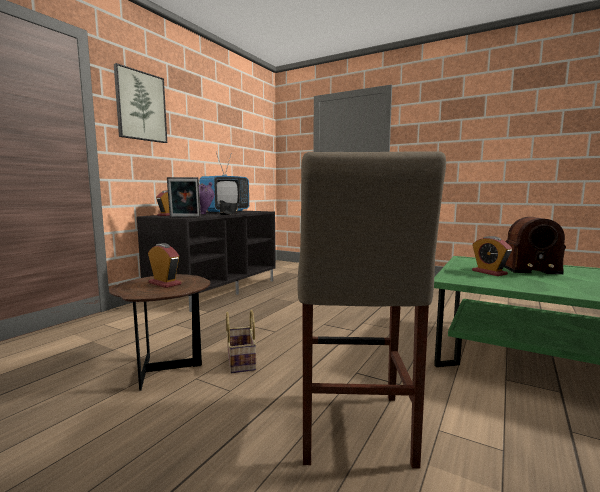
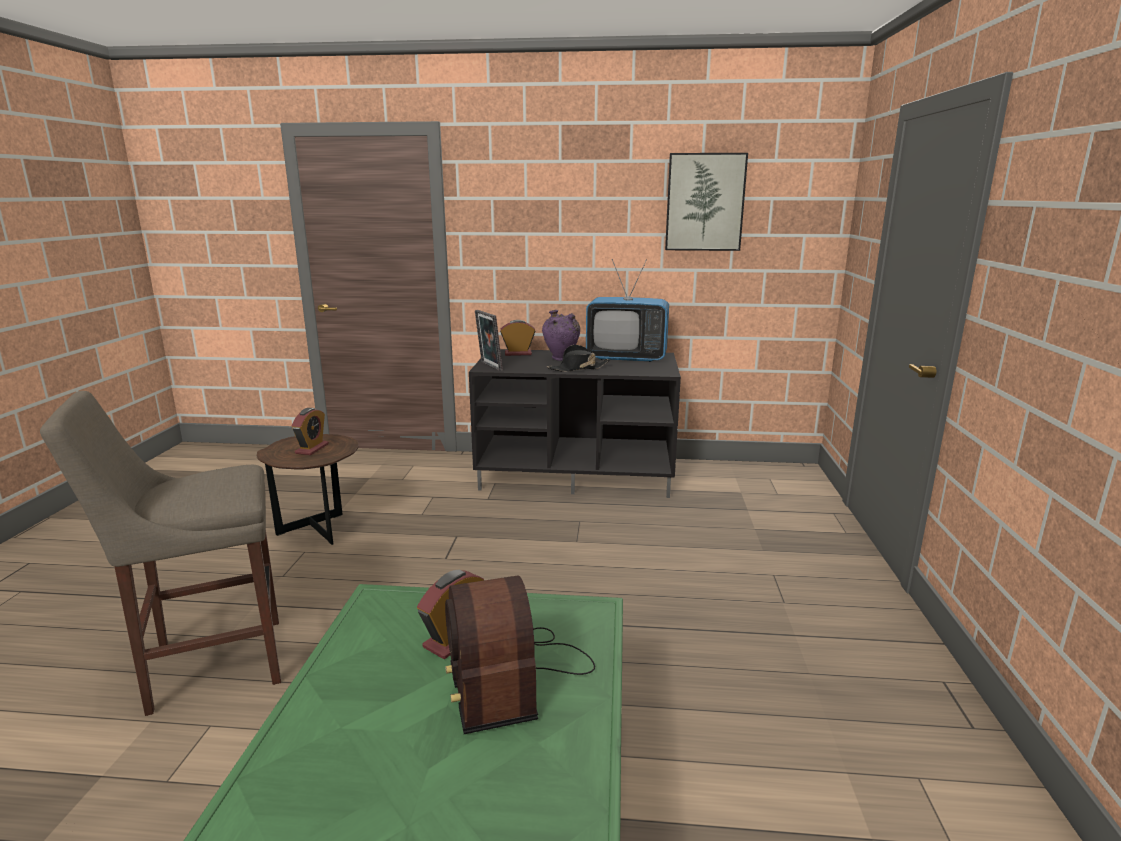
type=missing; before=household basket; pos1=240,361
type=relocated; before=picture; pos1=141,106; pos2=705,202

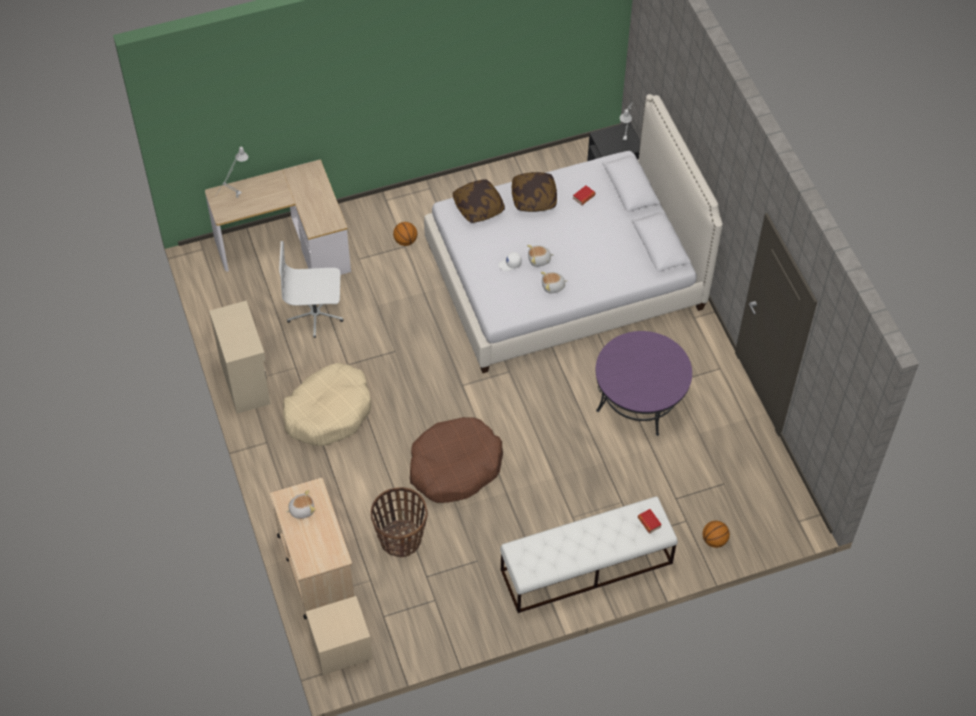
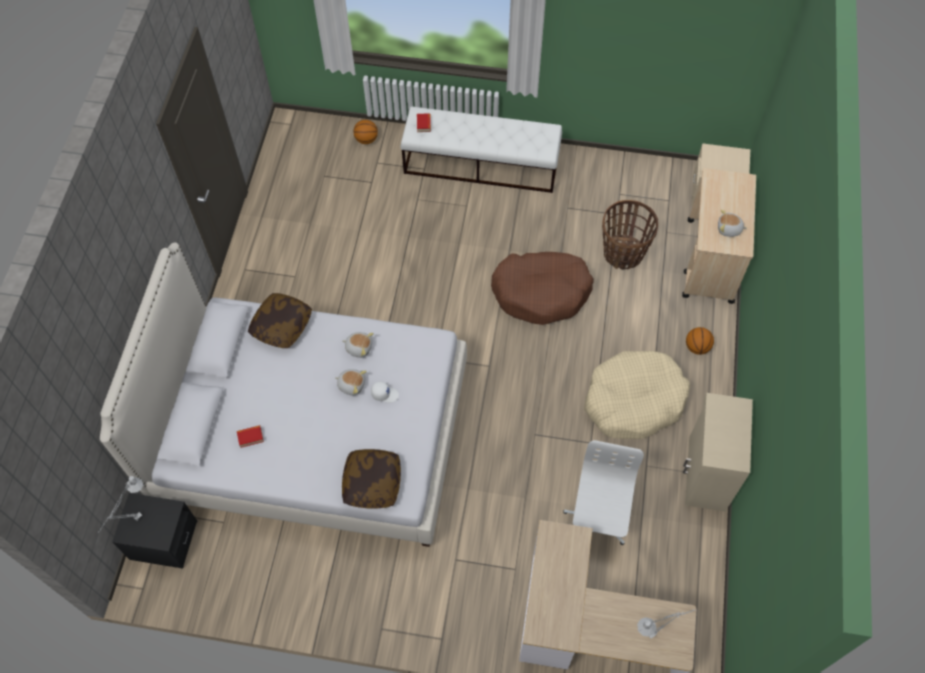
type=missing; before=purple-coloured lounge table; pos1=639,398
type=relocated; before=basketball ball; pos1=405,241; pos2=697,347
type=relocated; before=cushion; pos1=534,198; pos2=281,325
type=spun; before=white-coloured desk chair; pos1=315,314; pos2=597,519; turn=-105

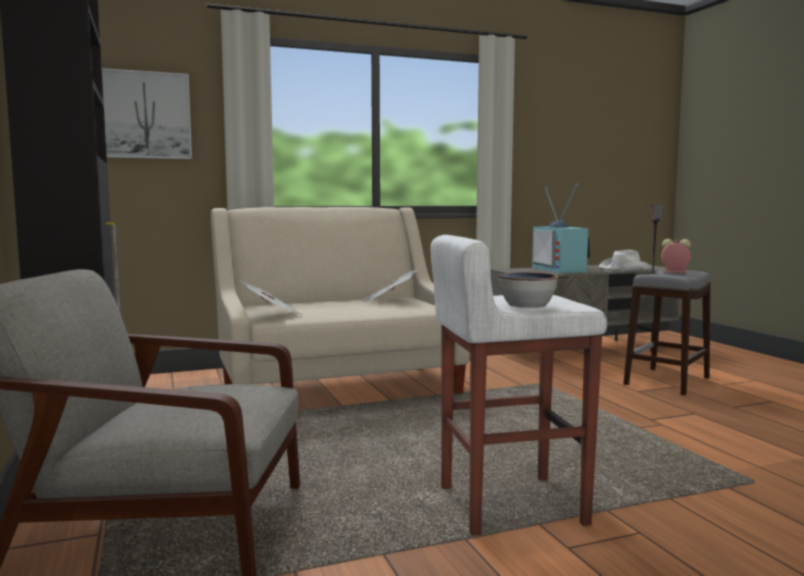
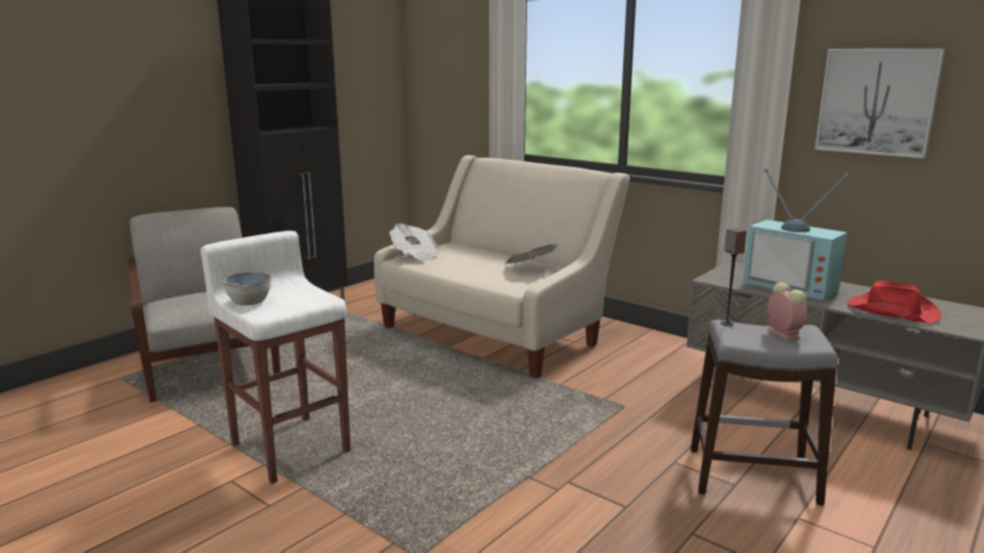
type=relocated; before=picture; pos1=145,115; pos2=876,101
type=colour; before=white-coloured wearable hat; after=reddish wearable hat; pos1=625,268; pos2=891,311
type=spun; before=television; pos1=561,269; pos2=793,286; turn=-90

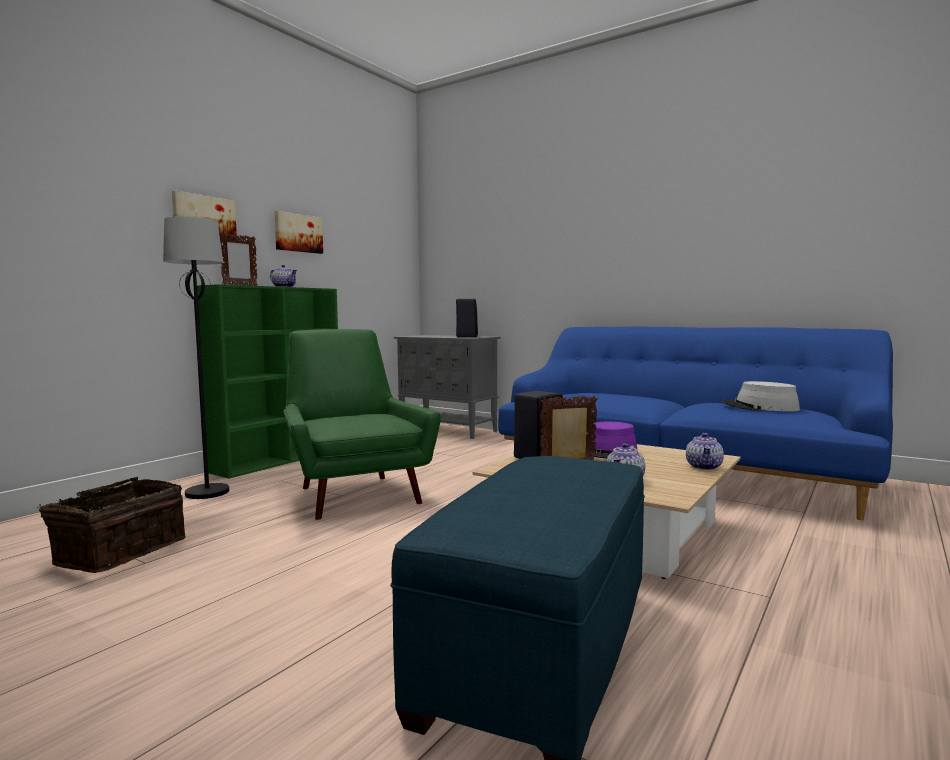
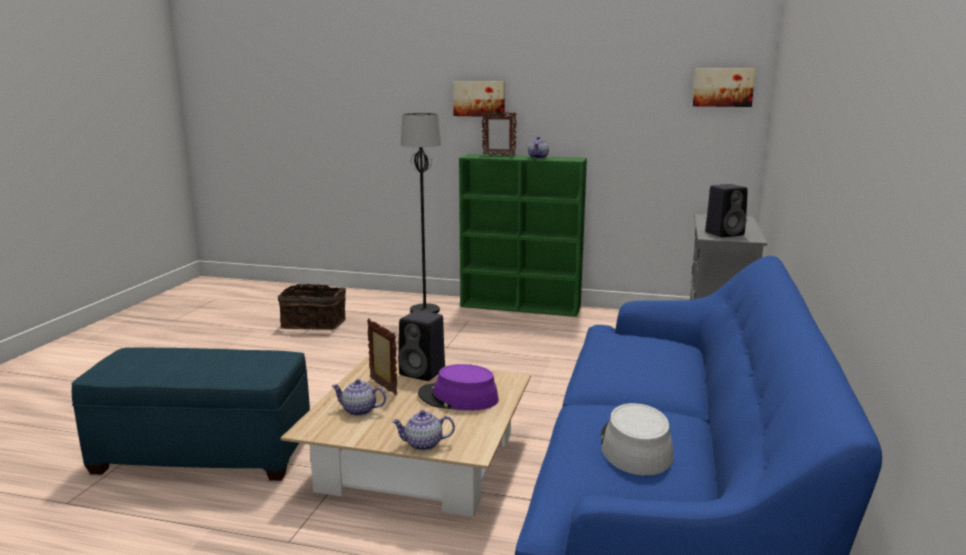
type=missing; before=green-coloured armchair; pos1=353,492
type=relocated; before=picture; pos1=298,233; pos2=723,87

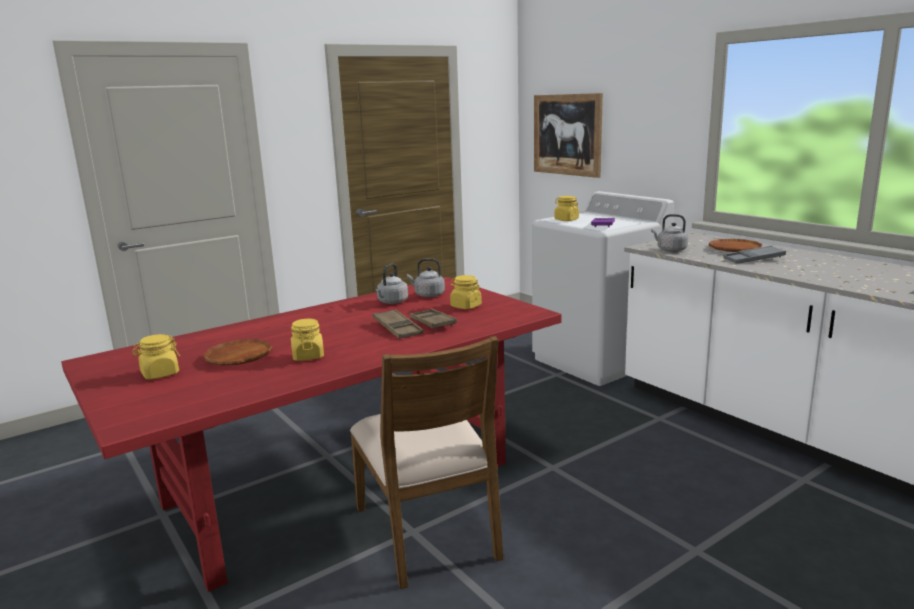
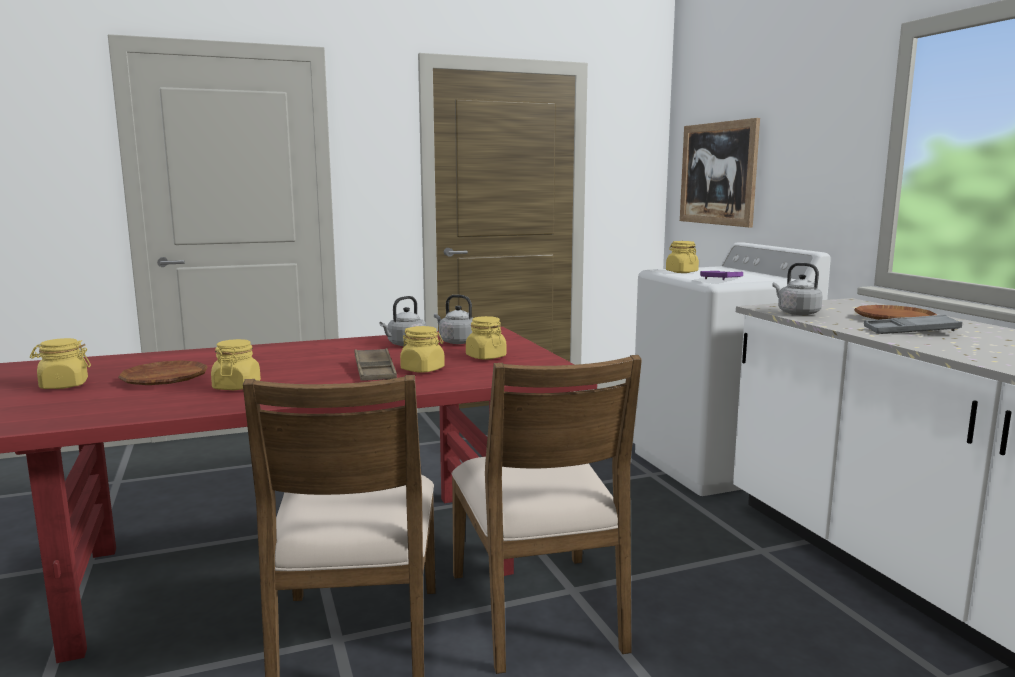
type=appeared; after=brown-coloured upright chair; pos2=539,610
type=exchanged; before=brown-coloured tray; after=yellowish storage jar; pos1=432,323; pos2=423,369

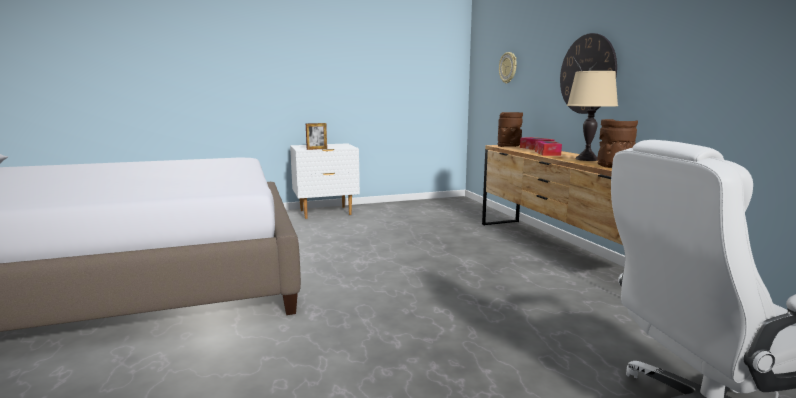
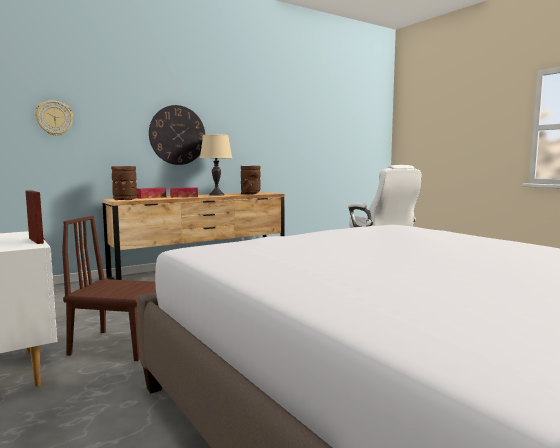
type=appeared; after=brown-coloured upright chair; pos2=119,345

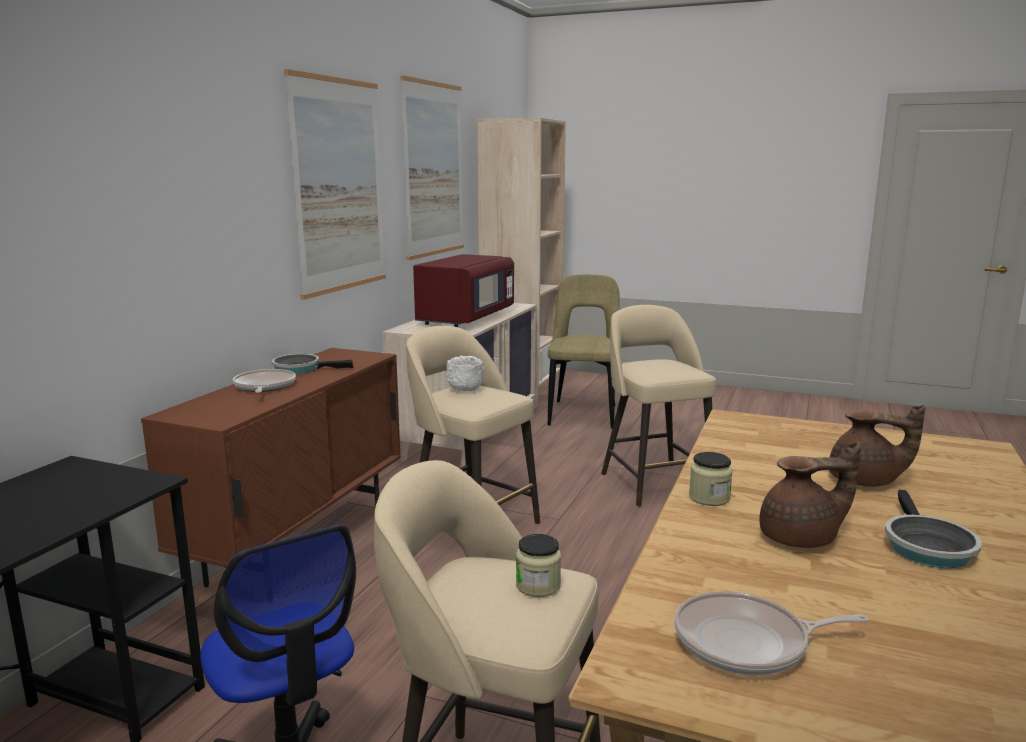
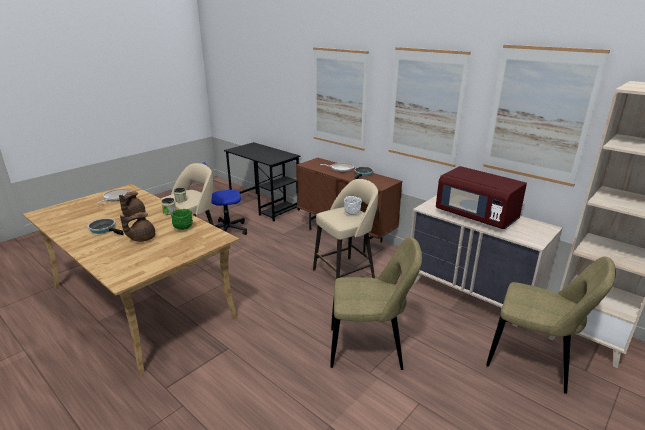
type=appeared; after=green-coloured bowl; pos2=183,228
type=appeared; after=picture; pos2=339,98
type=exchanged; before=beige-coloured stool; after=beige-coloured upright chair; pos1=654,483; pos2=369,349

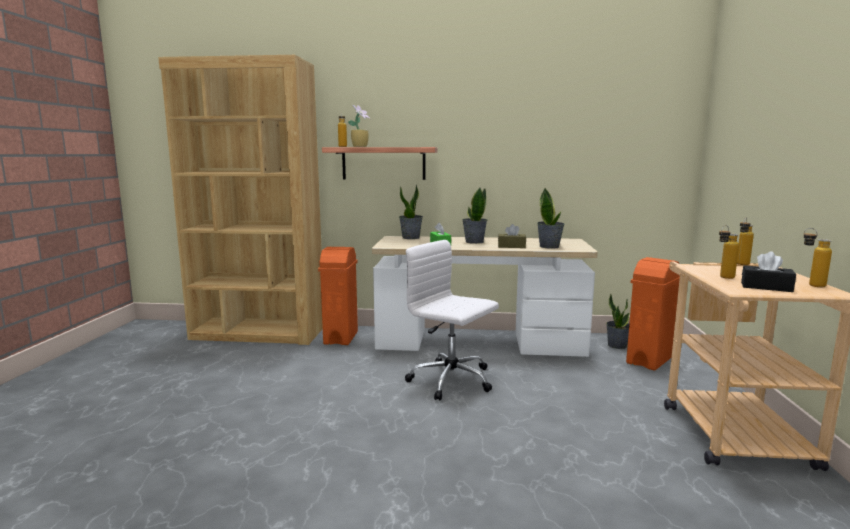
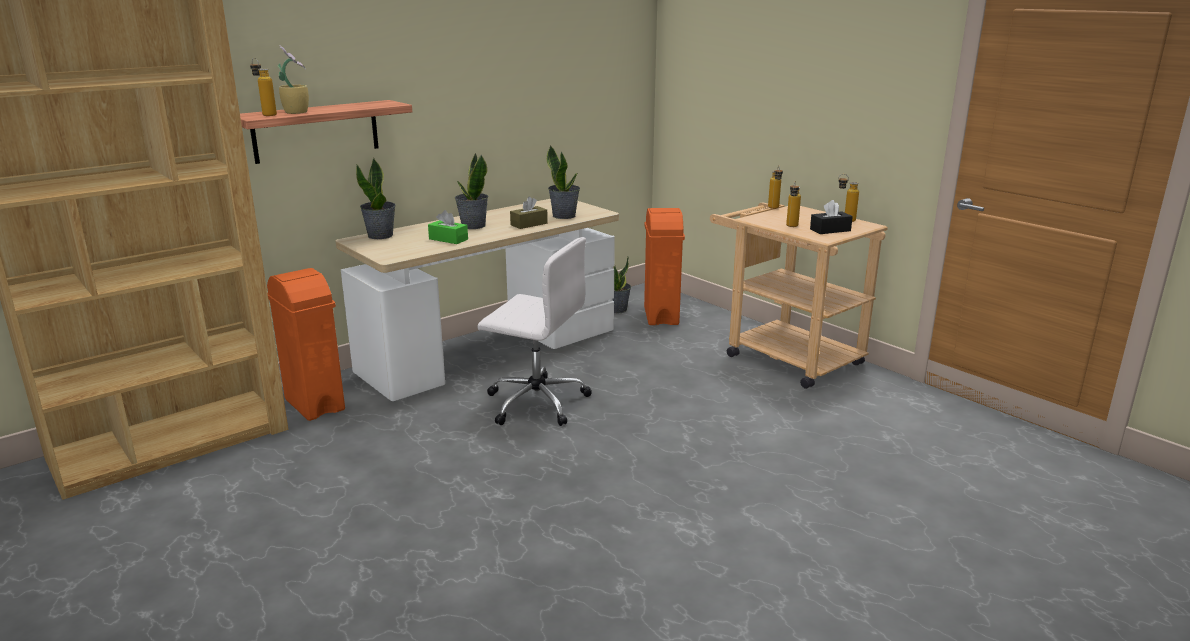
type=spun; before=white-coloured desk chair; pos1=452,381; pos2=535,402; turn=-150

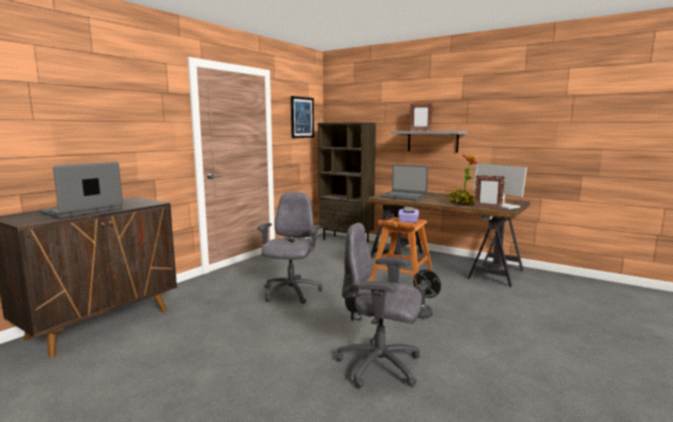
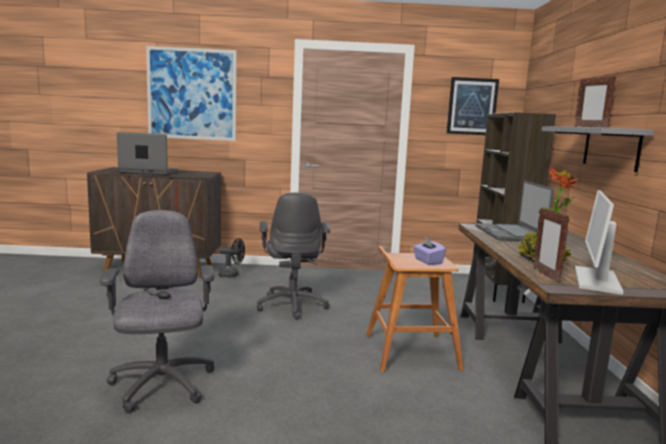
type=appeared; after=picture; pos2=192,94
type=relocated; before=blackish electric fan; pos1=422,312; pos2=232,275
type=spun; before=grey desk chair; pos1=291,293; pos2=292,305; turn=105

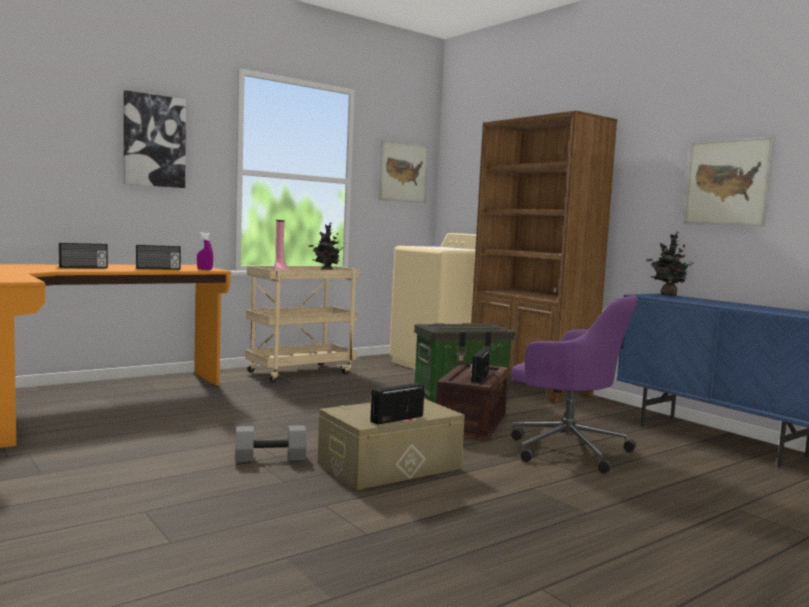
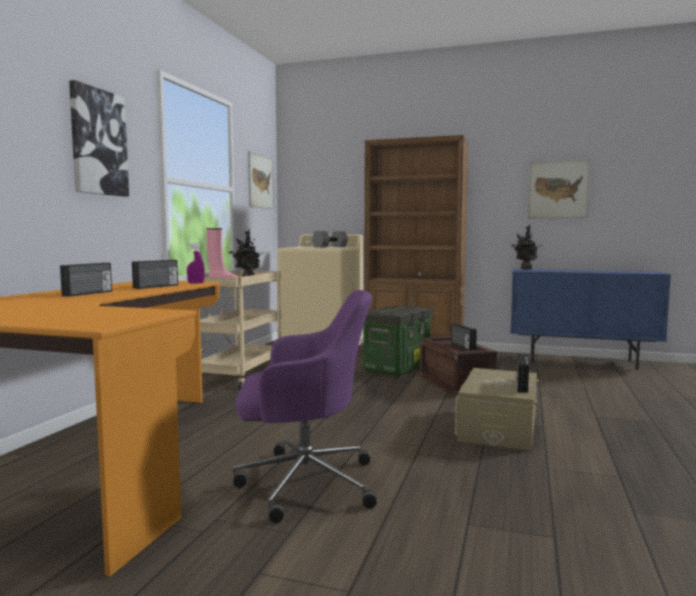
type=relocated; before=grey free weight; pos1=271,458; pos2=330,247
type=relocated; before=purple-coloured desk chair; pos1=565,449; pos2=303,483

